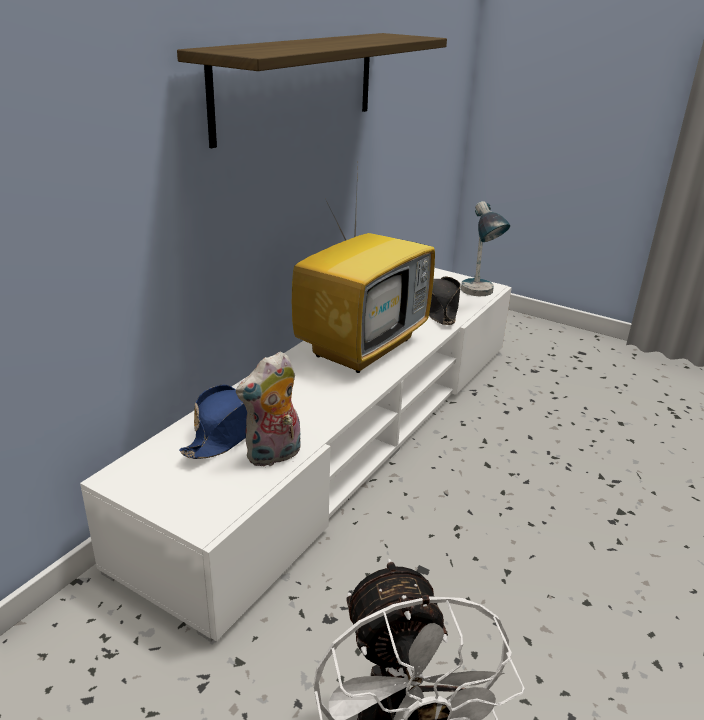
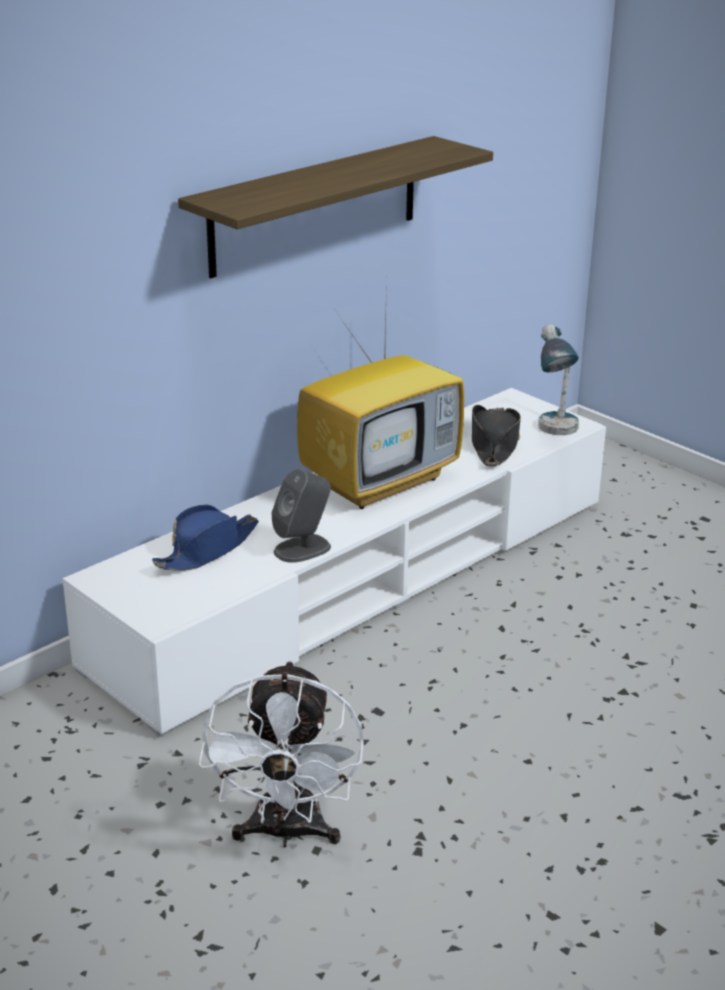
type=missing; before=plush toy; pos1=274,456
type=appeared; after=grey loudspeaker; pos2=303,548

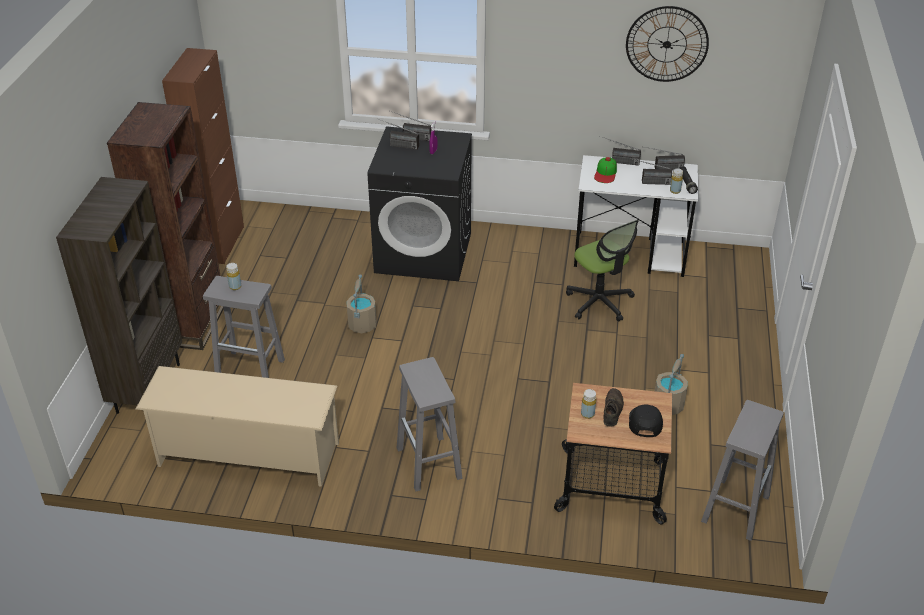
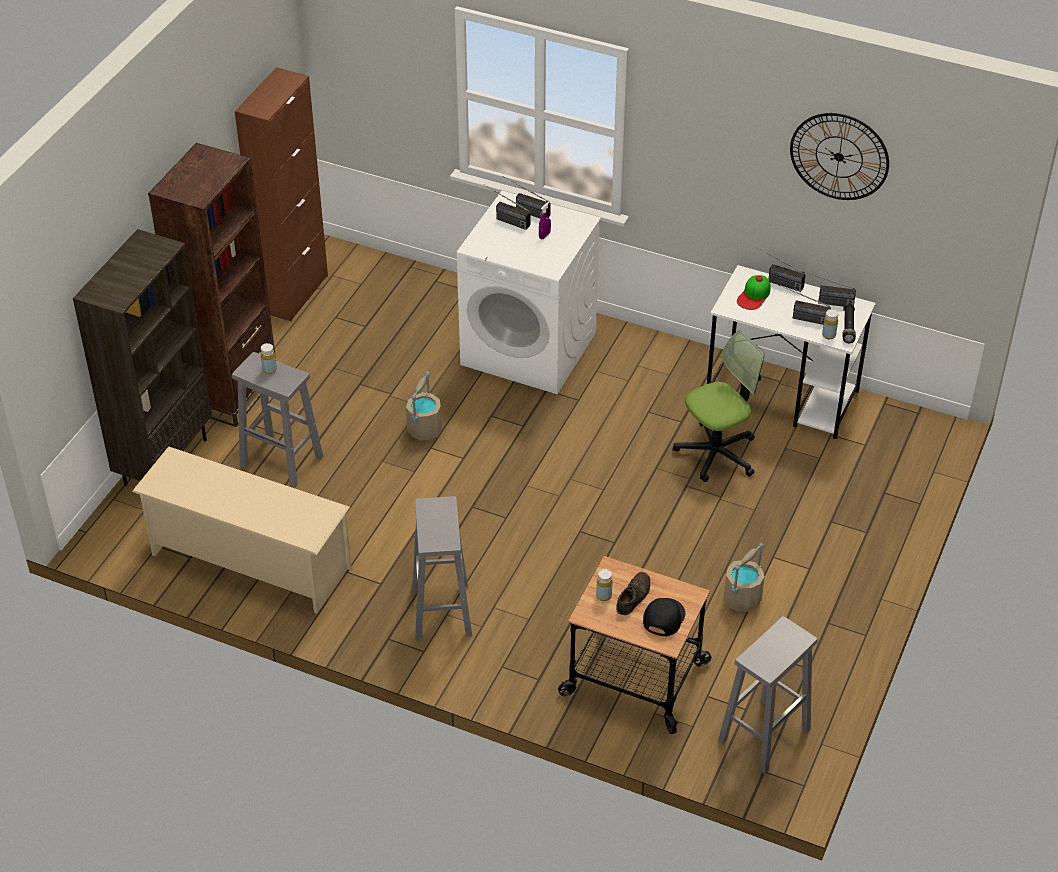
type=colour; before=blackish washing machine; after=white-coloured washing machine; pos1=424,253; pos2=530,349
type=spun; before=desk chair; pos1=599,302; pos2=717,453; turn=-105

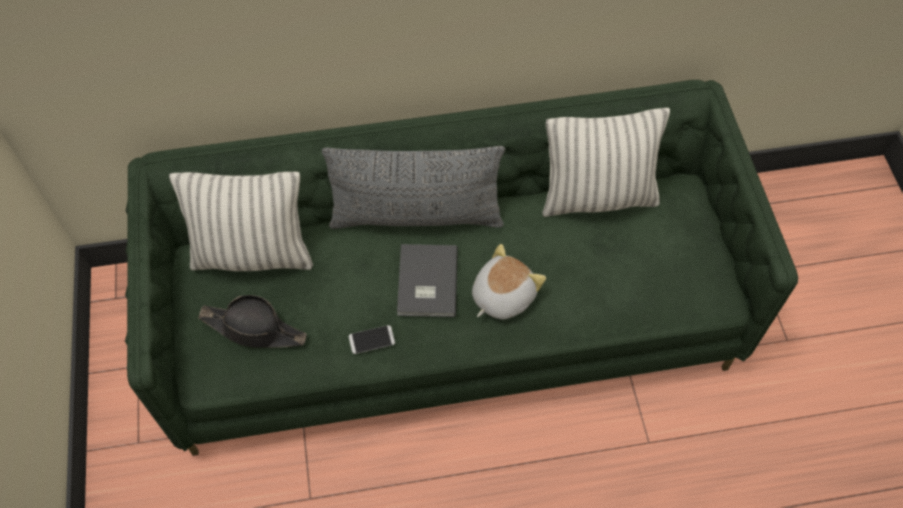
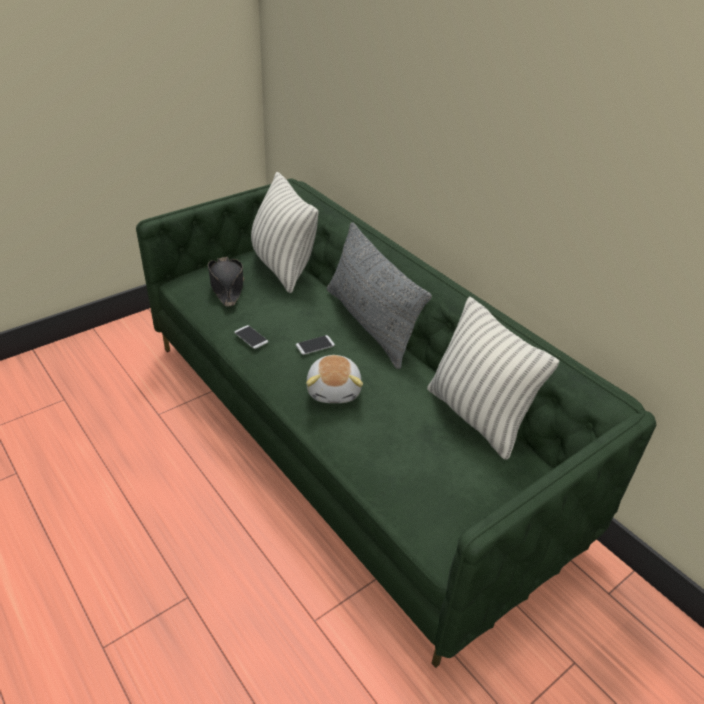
type=exchanged; before=grey bound book; after=handset; pos1=425,283; pos2=315,345
type=spun; before=plush toy; pos1=501,295; pos2=334,390; turn=75

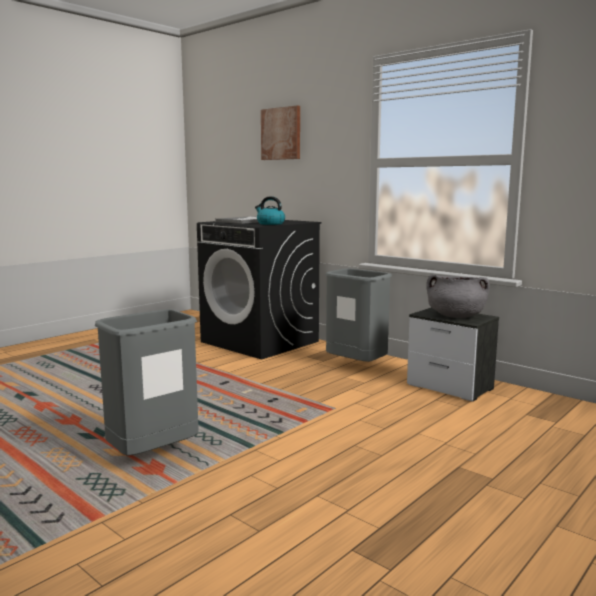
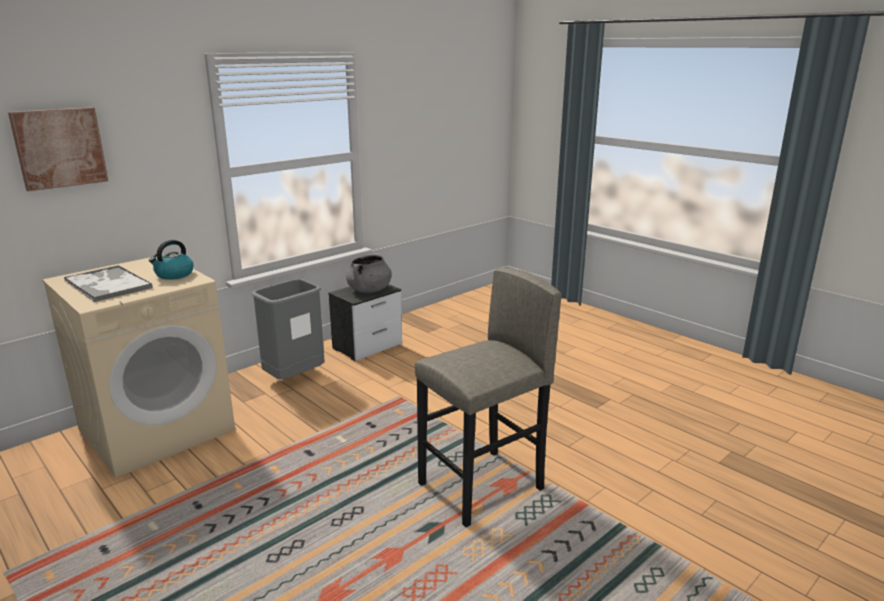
type=exchanged; before=grey waste bin; after=grey stool; pos1=153,456; pos2=482,487
type=colour; before=blackish washing machine; after=beige-coloured washing machine; pos1=260,342; pos2=157,429

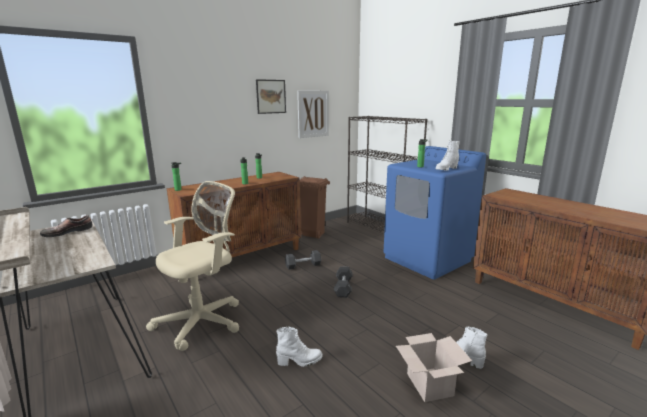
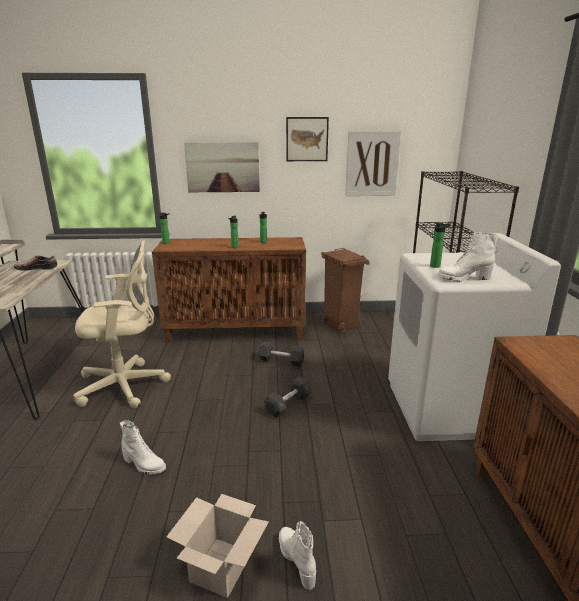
type=appeared; after=picture; pos2=223,167
type=colour; before=bluish washing machine; after=white-coloured washing machine; pos1=427,259; pos2=448,409

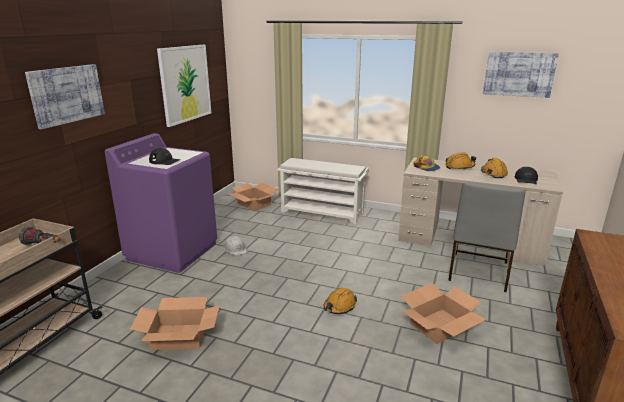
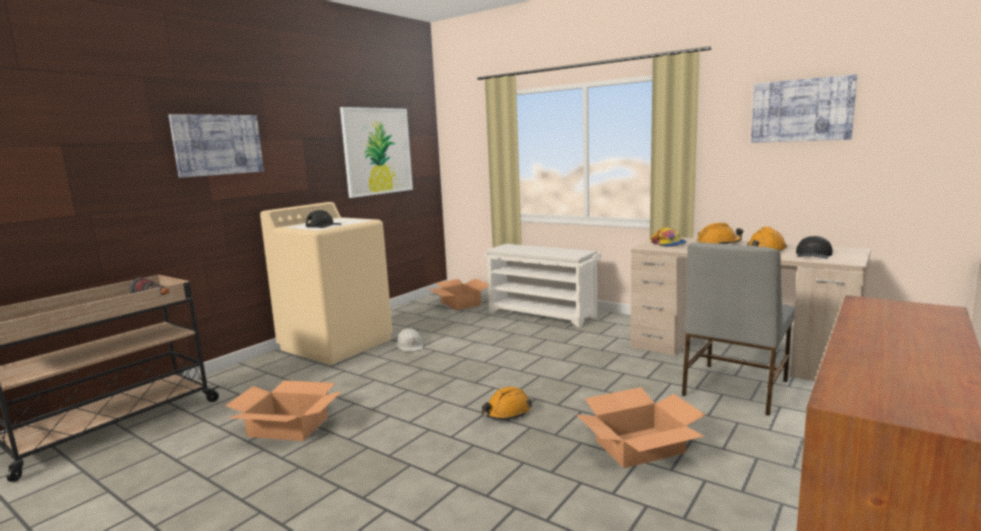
type=colour; before=purple-coloured washing machine; after=beige-coloured washing machine; pos1=173,251; pos2=337,344

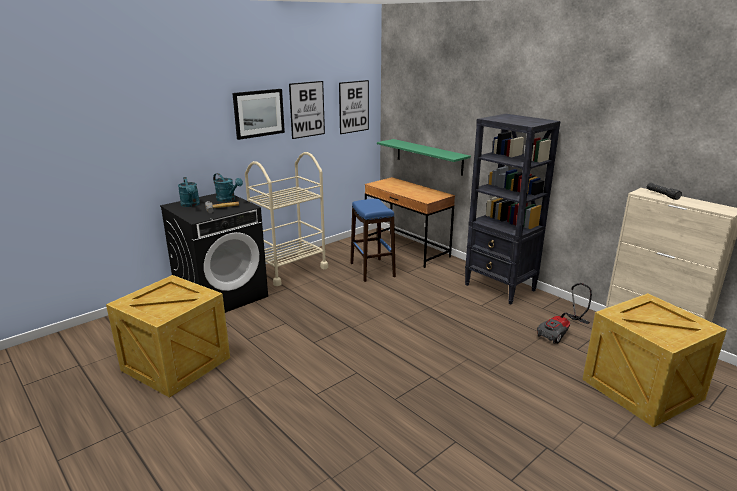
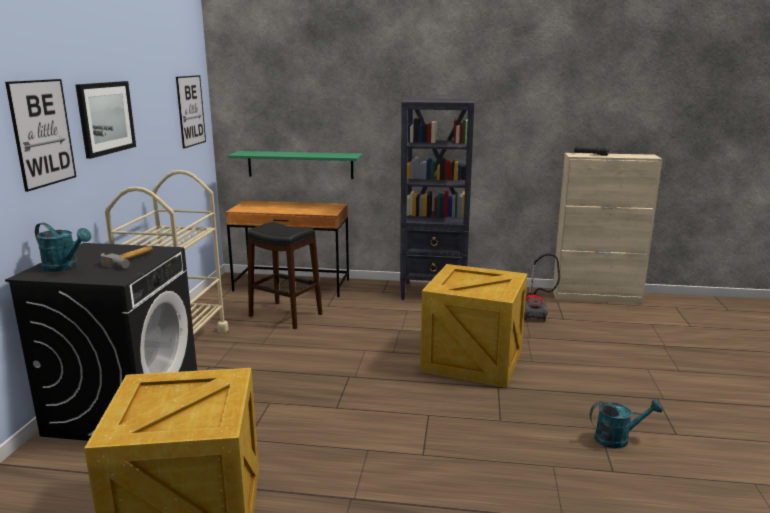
type=relocated; before=blue-green sprinkling can; pos1=228,199; pos2=617,439
type=relocated; before=picture; pos1=307,109; pos2=42,133
type=relocated; before=crate; pos1=644,389; pos2=474,359
type=colour; before=bluish stool; after=blackish stool; pos1=372,270; pos2=285,315

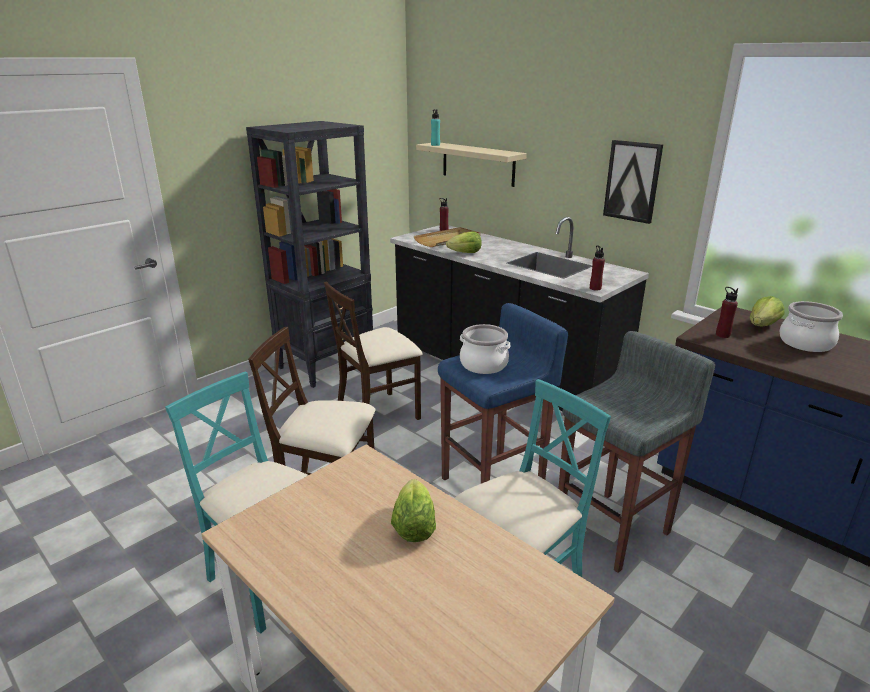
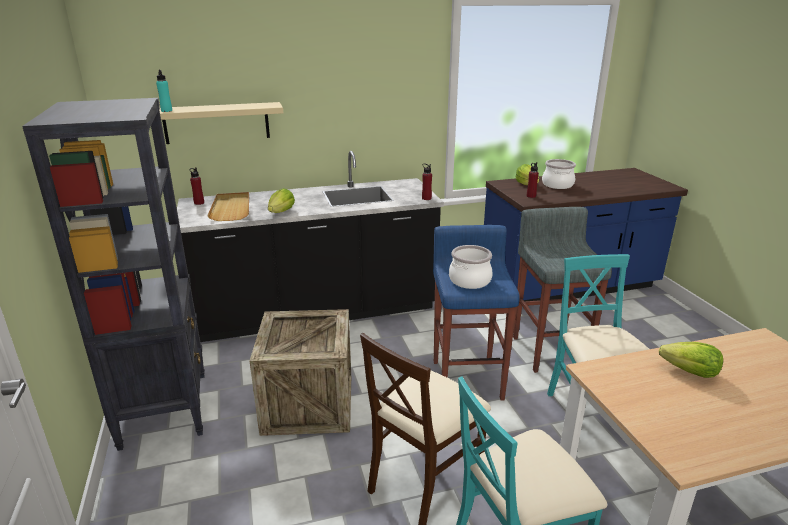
type=missing; before=picture; pos1=632,181
type=exchanged; before=beige-coloured upright chair; after=crate; pos1=378,413; pos2=308,404

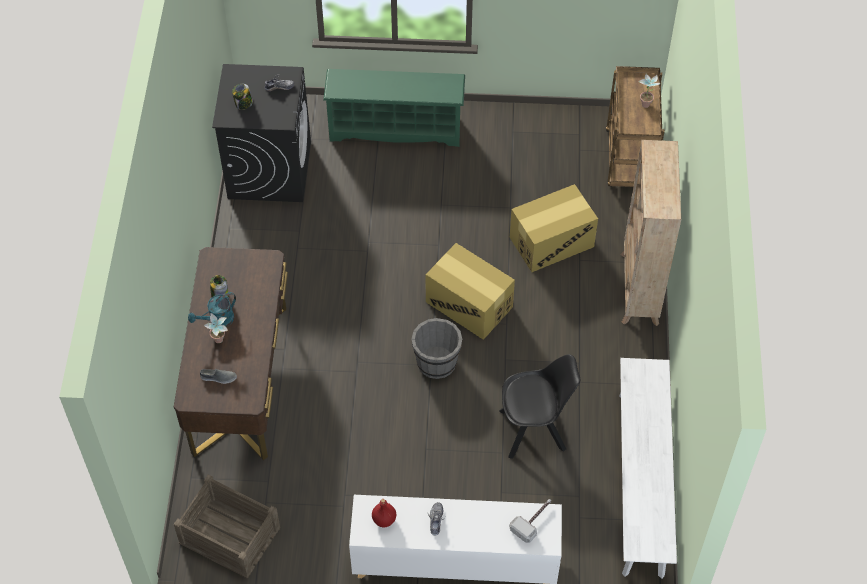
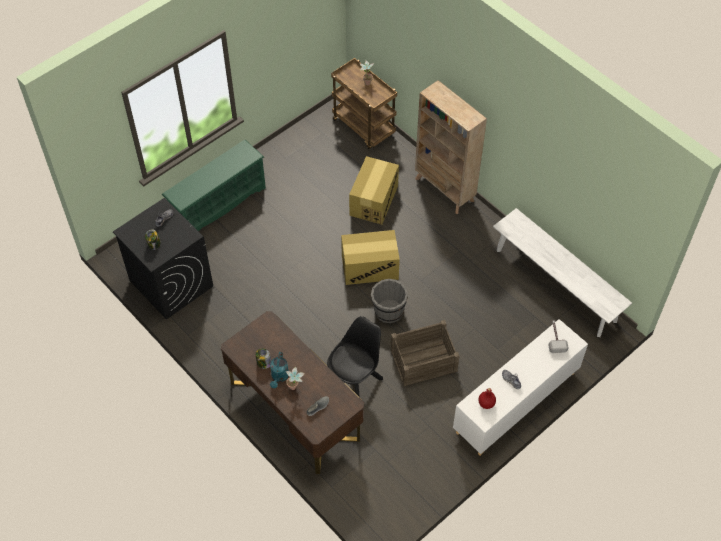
type=relocated; before=crate; pos1=229,534; pos2=423,360
type=relocated; before=blackish upright chair; pos1=534,430; pos2=355,381

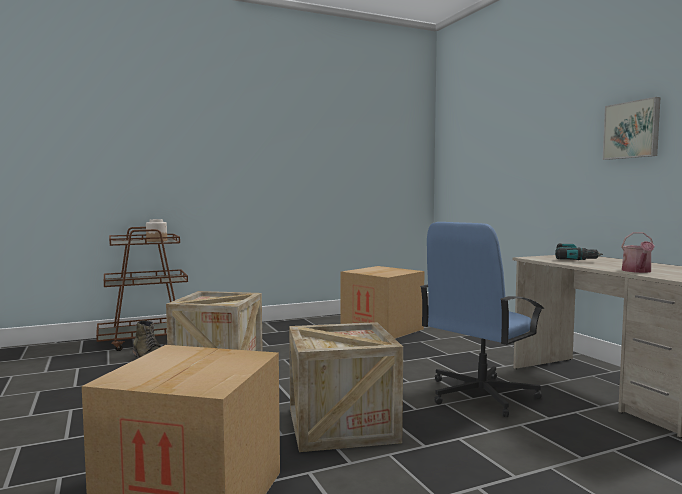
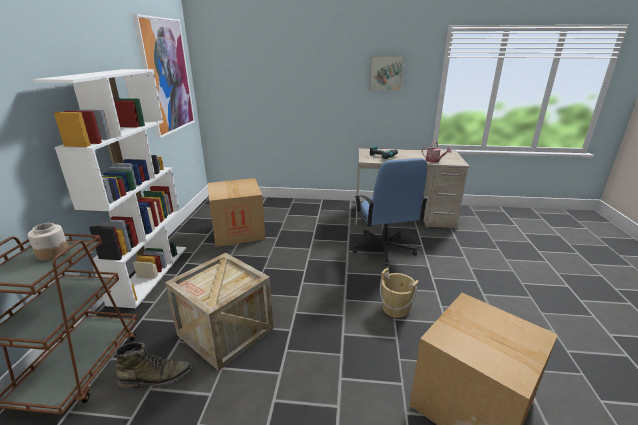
type=appeared; after=white-coloured shelving unit; pos2=150,273
type=appeared; after=picture; pos2=166,76
type=exchanged; before=crate; after=beige-coloured bucket; pos1=342,425; pos2=395,308

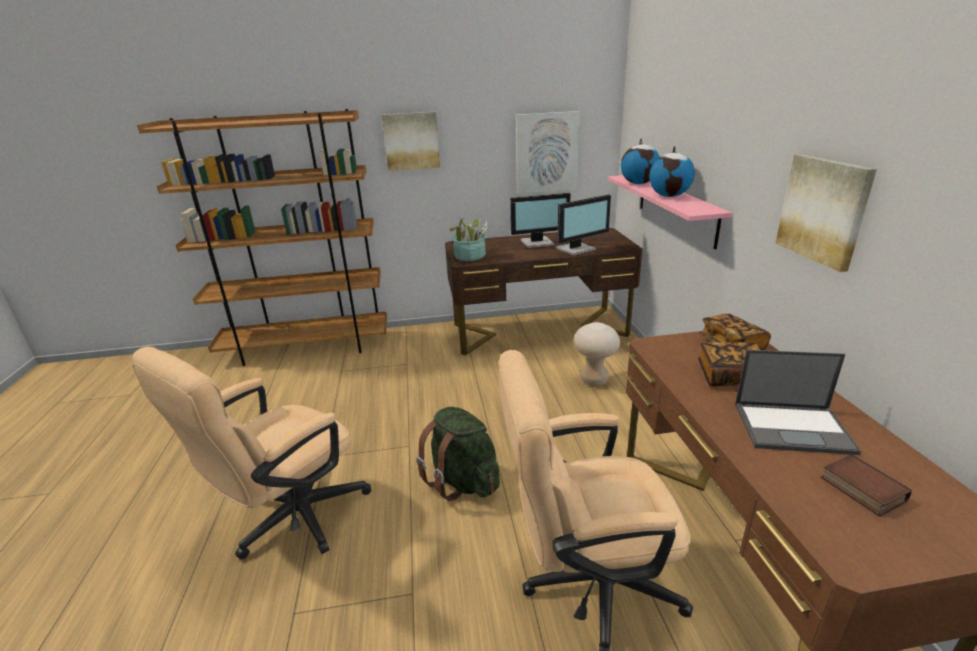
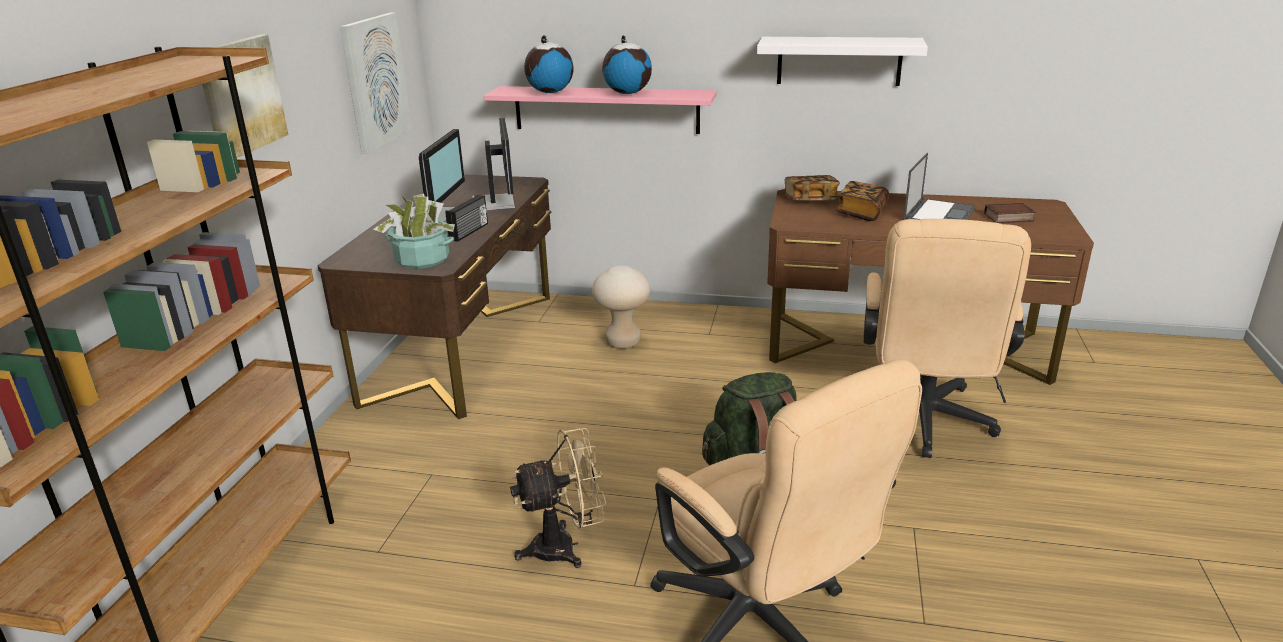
type=appeared; after=radio receiver; pos2=469,232
type=appeared; after=beige-coloured electric fan; pos2=565,547
type=exchanged; before=picture; after=white-coloured bracket shelf; pos1=824,210; pos2=839,61

